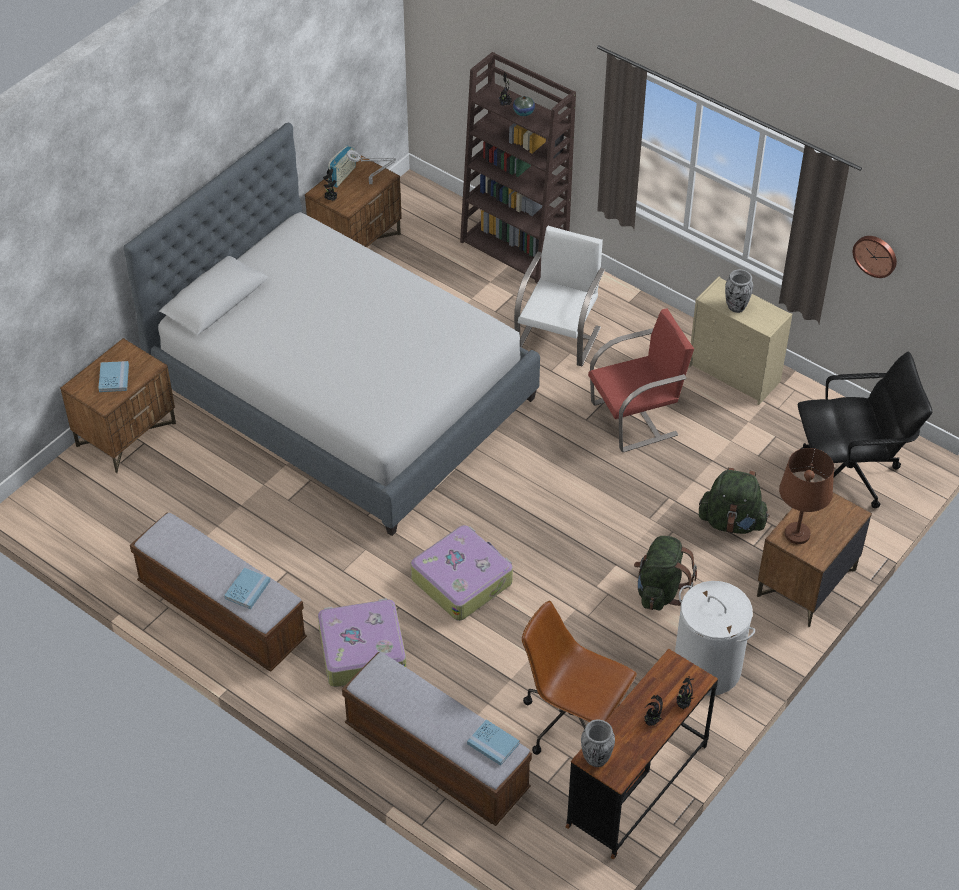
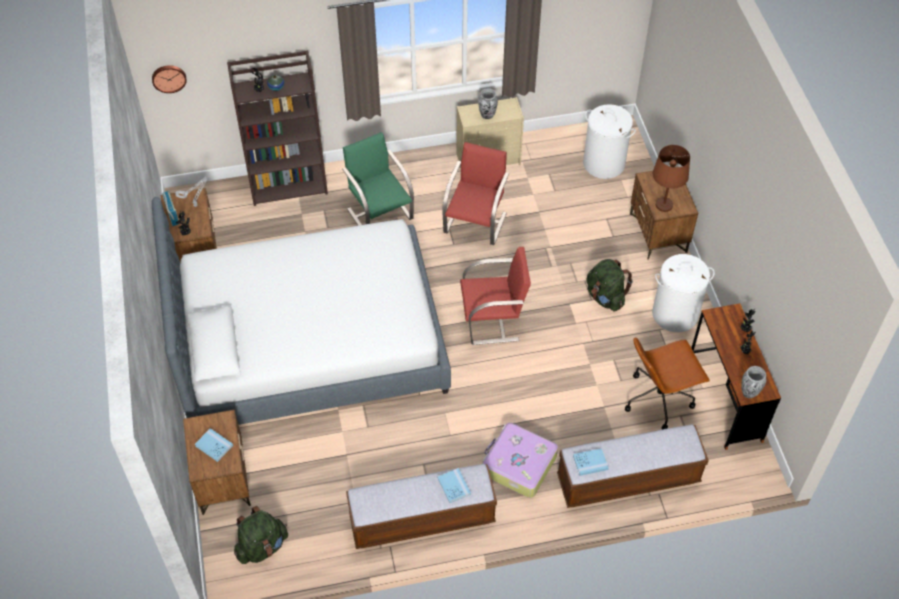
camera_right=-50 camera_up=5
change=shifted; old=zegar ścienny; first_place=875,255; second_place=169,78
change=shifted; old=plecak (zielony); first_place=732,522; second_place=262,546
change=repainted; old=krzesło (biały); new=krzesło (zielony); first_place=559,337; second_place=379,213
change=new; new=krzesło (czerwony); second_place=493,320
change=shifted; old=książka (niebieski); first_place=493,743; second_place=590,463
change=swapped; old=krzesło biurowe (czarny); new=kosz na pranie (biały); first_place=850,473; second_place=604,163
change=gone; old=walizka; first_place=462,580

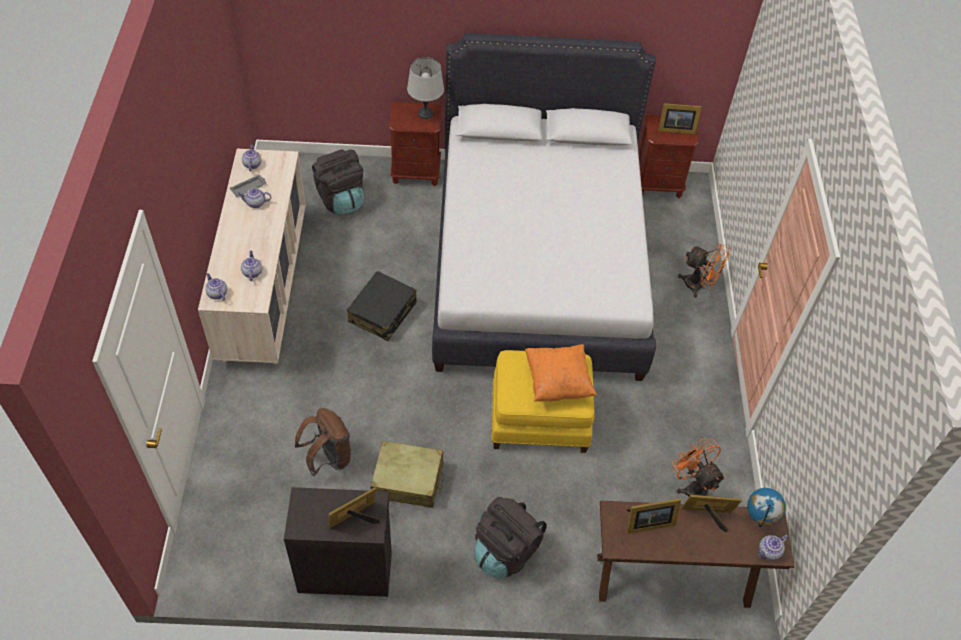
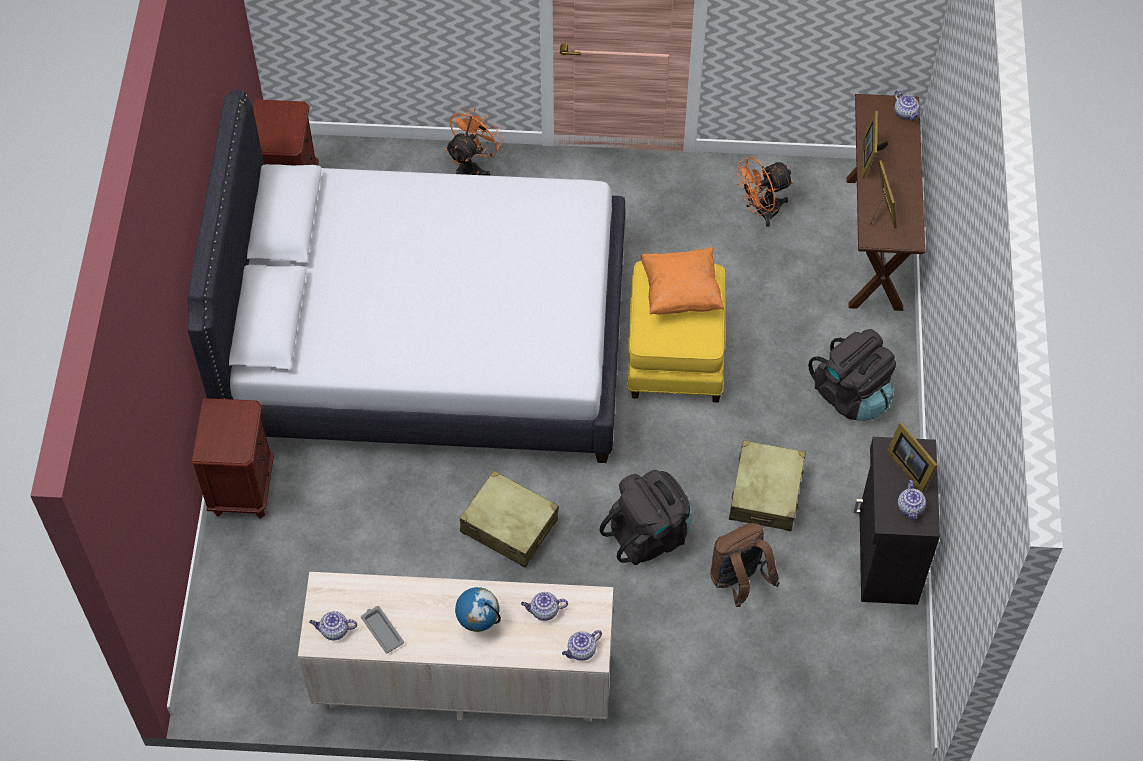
camera_right=-85 camera_up=5
change=shifted; old=globus; first_place=759,519; second_place=478,623
change=repainted; old=walizka (czarny); new=walizka (beżowy); first_place=383,312; second_place=509,526
change=shifted; old=plecak (czarny); first_place=341,199; second_place=649,534
change=shifted; old=imbryk; first_place=255,203; second_place=910,508
change=gone; old=lampa stołowa (szary); first_place=425,113
change=gone; old=ramka na zdjęcie; first_place=675,129

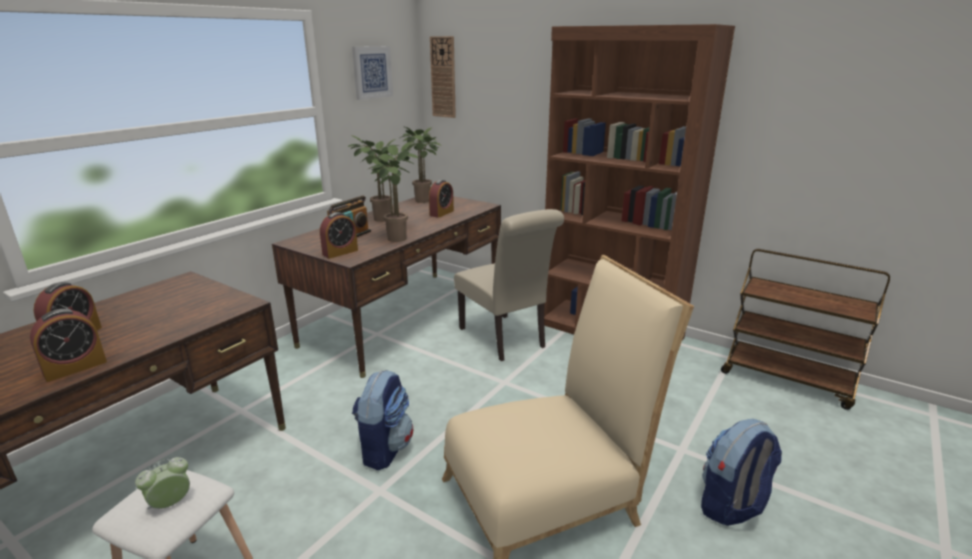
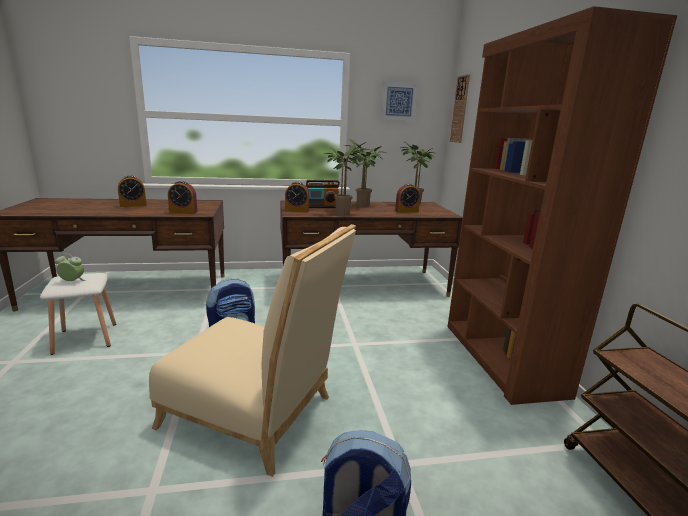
camera_right=45 camera_up=-5
change=shifted; old=budzik; first_place=75,367; second_place=183,212
change=gone; old=krzesło (beżowy); first_place=505,339

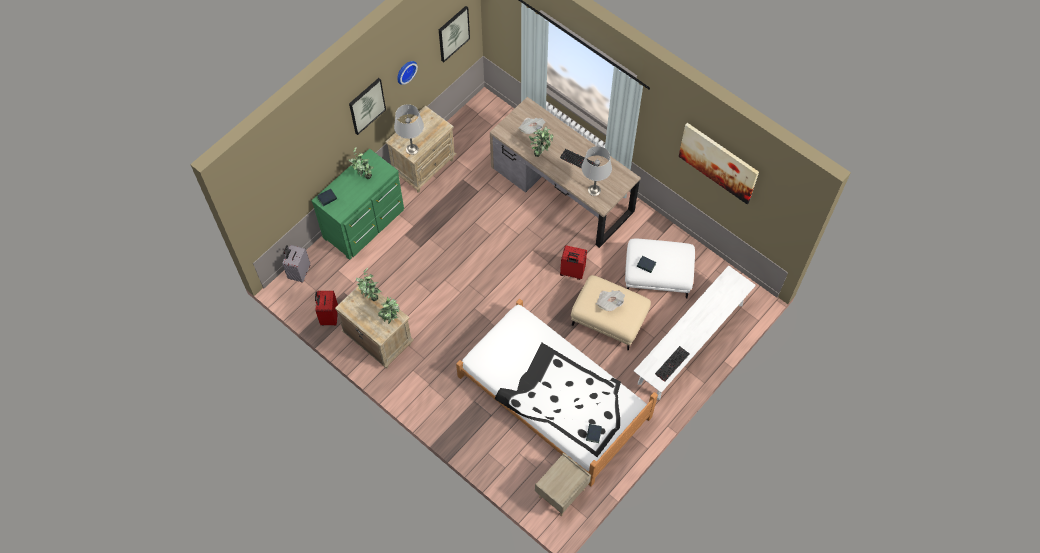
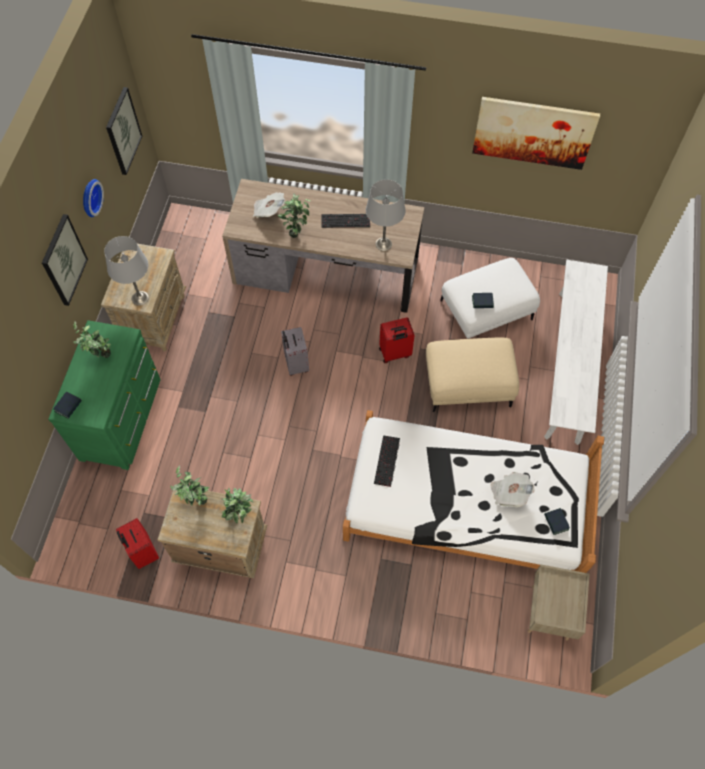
camera_right=-30 camera_up=0
change=shifted; old=walizka (szary); first_place=299,272; second_place=295,363
change=shifted; old=klawiatura; first_place=672,364; second_place=387,461
change=shifted; old=gazeta; first_place=609,302; second_place=509,493

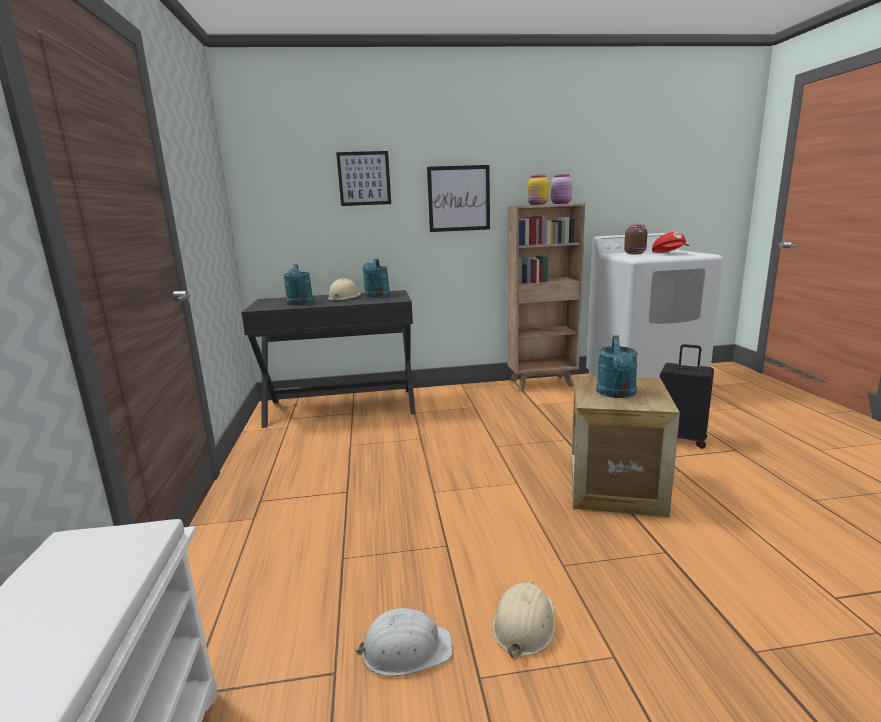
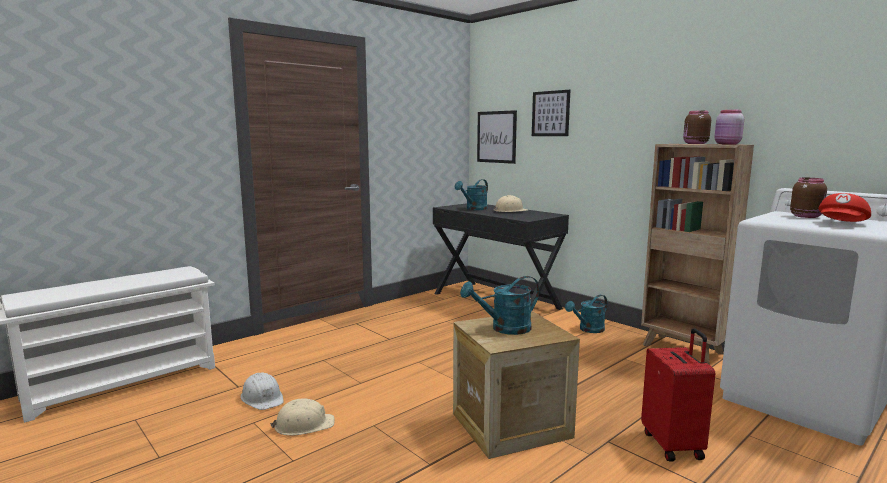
camera_right=55 camera_up=-5
change=shifted; old=obraz; first_place=459,198; second_place=496,137
change=shifted; old=konewka (turkusowy); first_place=376,296; second_place=588,329
change=repainted; old=walizka (czarny); new=walizka (czerwony); first_place=681,438; second_place=673,445
change=repainted; old=słoik (żółty); new=słoik (brązowy); first_place=537,204; second_place=695,143

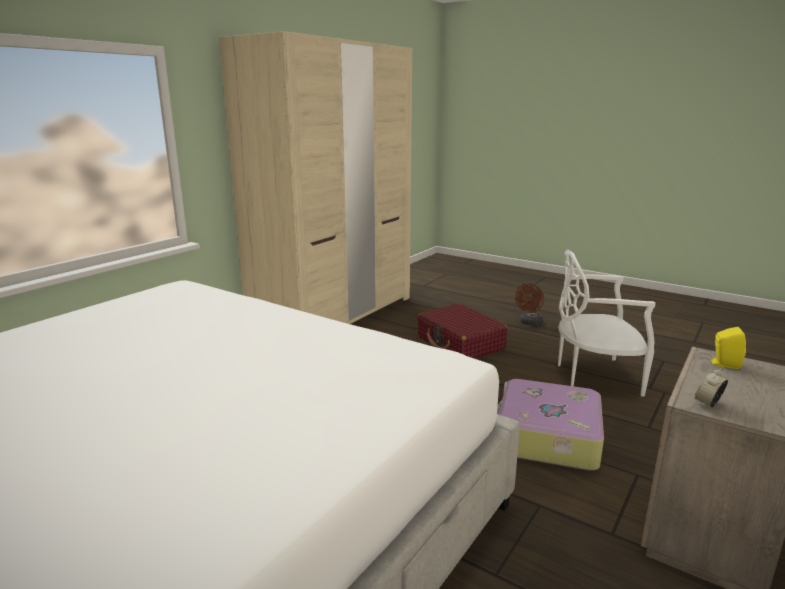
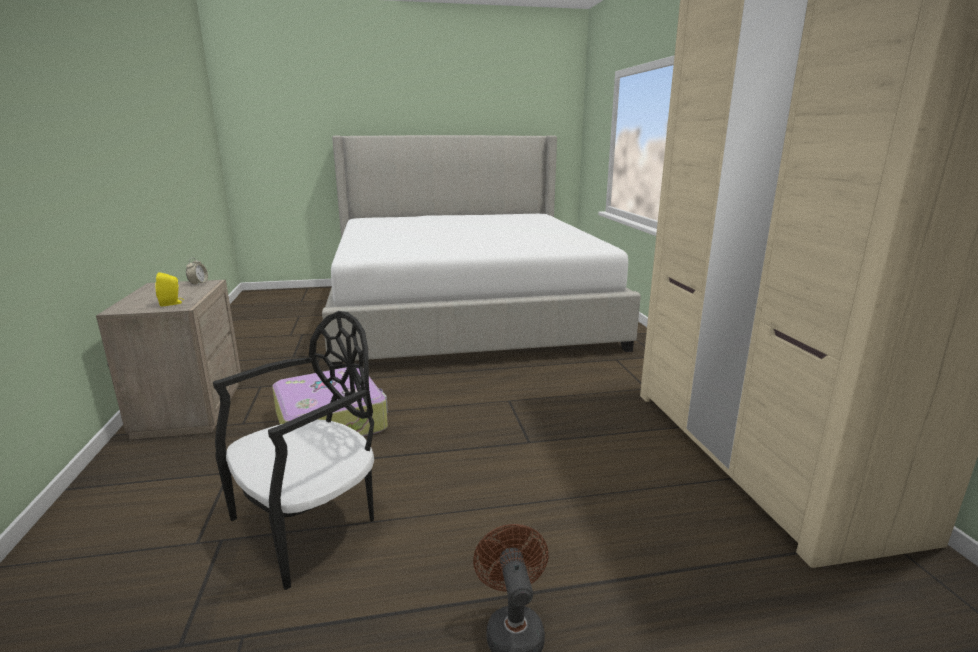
camera_right=135 camera_up=0
change=repainted; old=krzesło (biały); new=krzesło (czarny); first_place=594,376; second_place=310,524
change=gone; old=walizka (czerwony); first_place=460,343

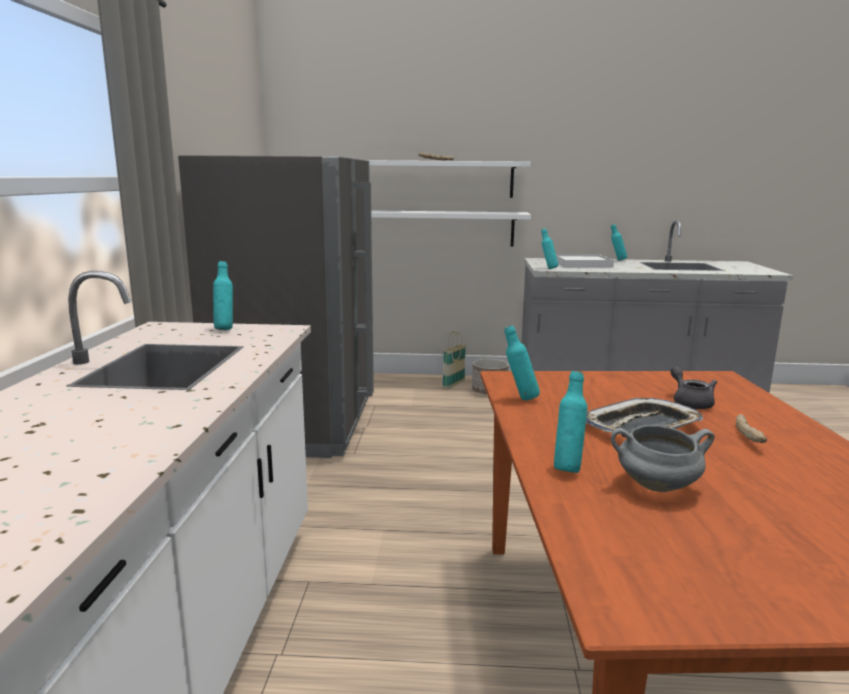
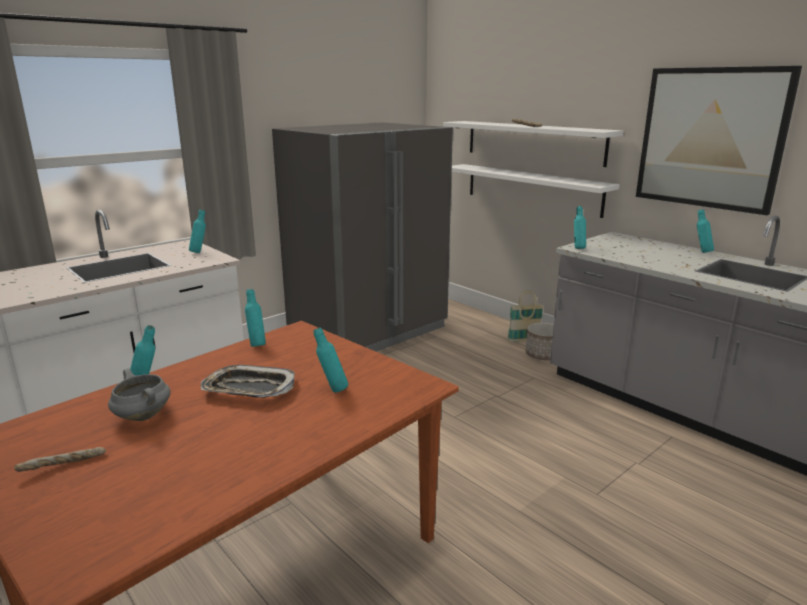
camera_right=45 camera_up=5
change=shifted; old=chleb; first_place=749,436; second_place=63,466
change=swapped; old=imbryk (szary); new=butelka (turkusowy); first_place=690,402; second_place=332,390
change=new; new=obraz; second_place=710,138
change=gone; old=taca (biały); first_place=581,264

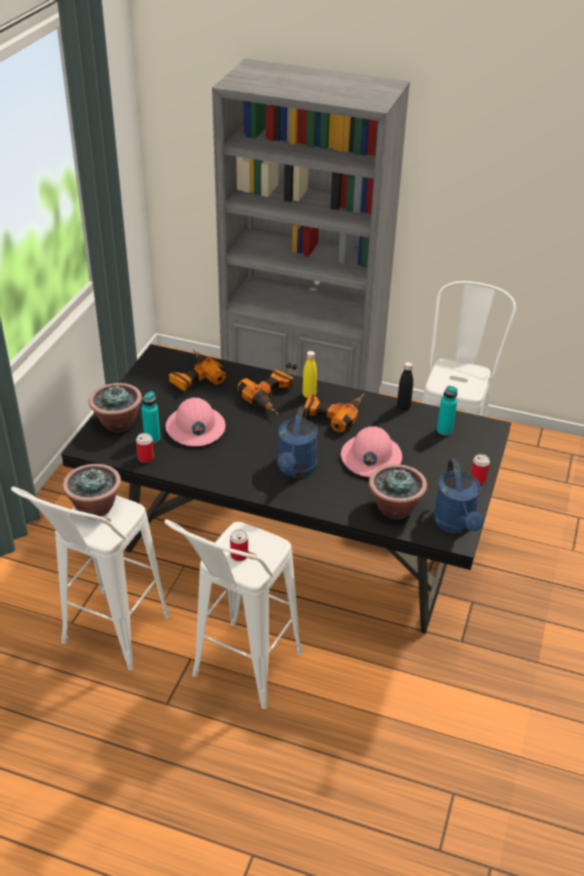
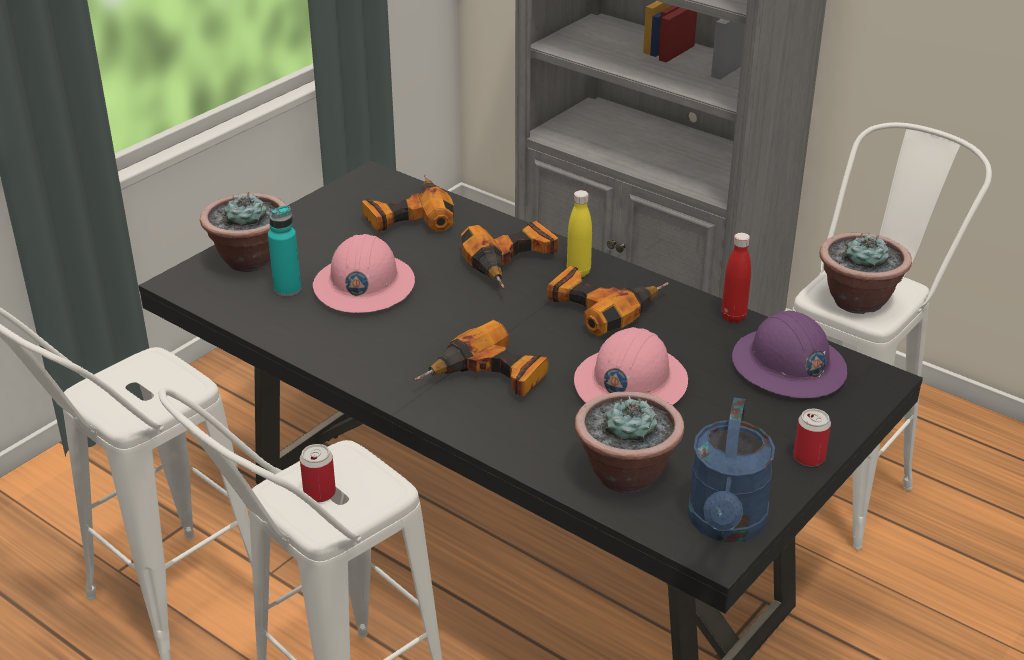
camera_right=20 camera_up=-5
change=swapped; old=konewka (niebieski); new=wiertarka; first_place=296,469; second_place=488,378
change=repainted; old=butelka (czarny); new=butelka (czerwony); first_place=403,406; second_place=733,317
change=swapped; old=butelka (turkusowy); new=kask (fioletowy); first_place=444,430; second_place=788,367
change=shifted; old=roślina doniczkowa; first_place=95,507; second_place=857,301
change=gone; old=puszka; first_place=146,458

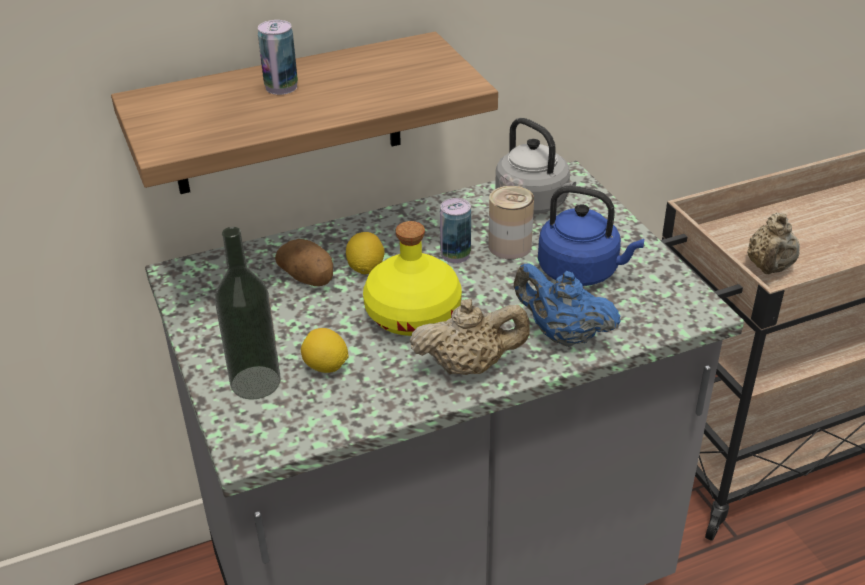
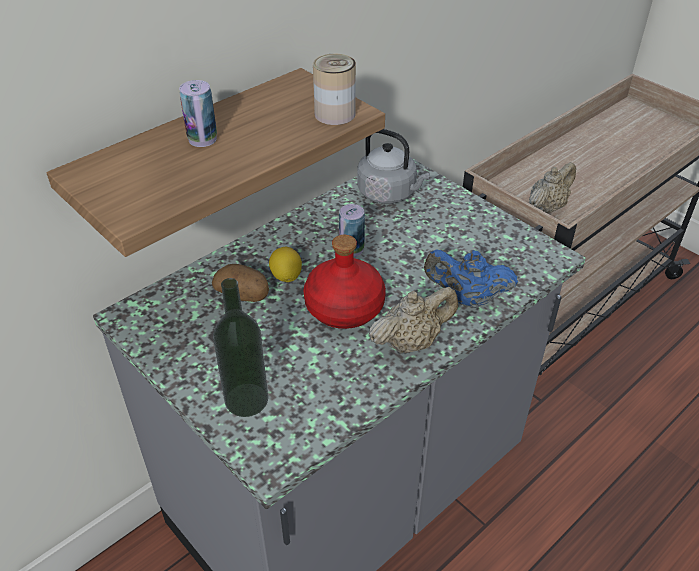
camera_right=-20 camera_up=5
change=repainted; old=butelka (żółty); new=butelka (czerwony); first_place=414,314; second_place=345,308
change=shifted; old=puszka; first_place=509,246; second_place=335,114
change=rotated; old=imbryk (beżowy); first_place=769,268; second_place=547,207; degrees=-135
change=gone; old=cytryna; first_place=325,367
change=gone; old=czajnik (niebieski); first_place=582,272

